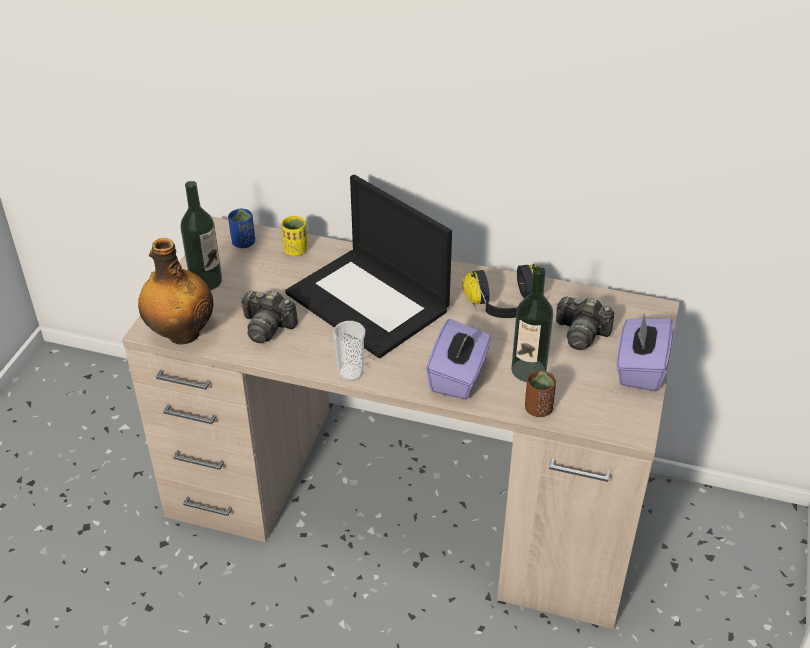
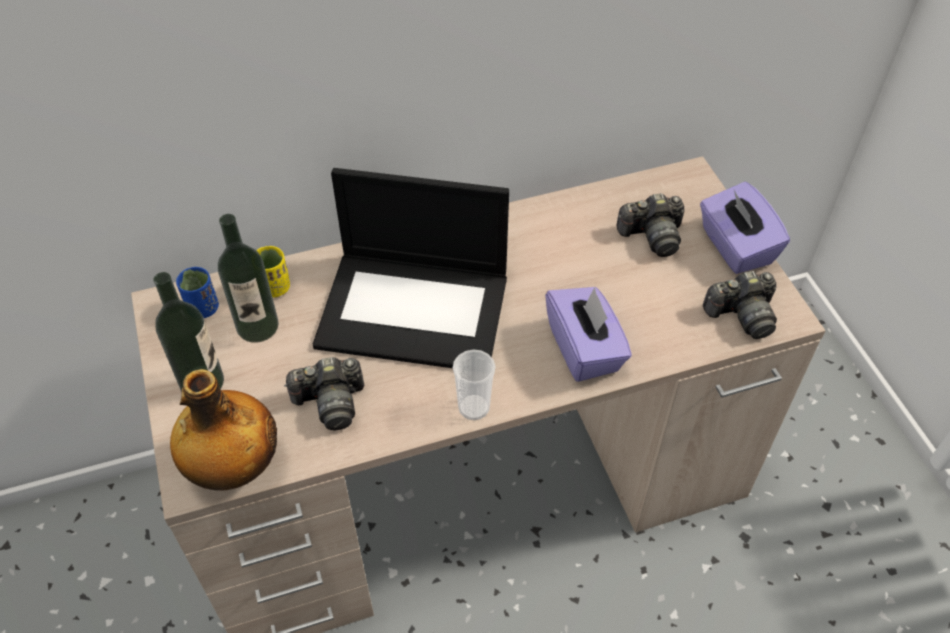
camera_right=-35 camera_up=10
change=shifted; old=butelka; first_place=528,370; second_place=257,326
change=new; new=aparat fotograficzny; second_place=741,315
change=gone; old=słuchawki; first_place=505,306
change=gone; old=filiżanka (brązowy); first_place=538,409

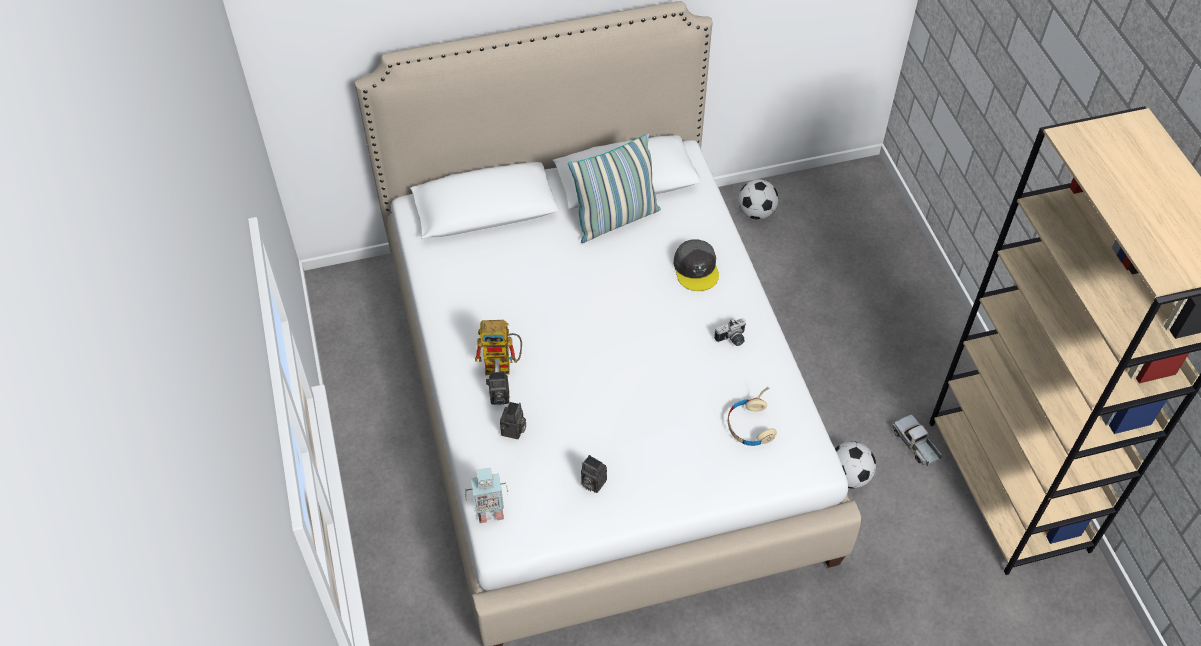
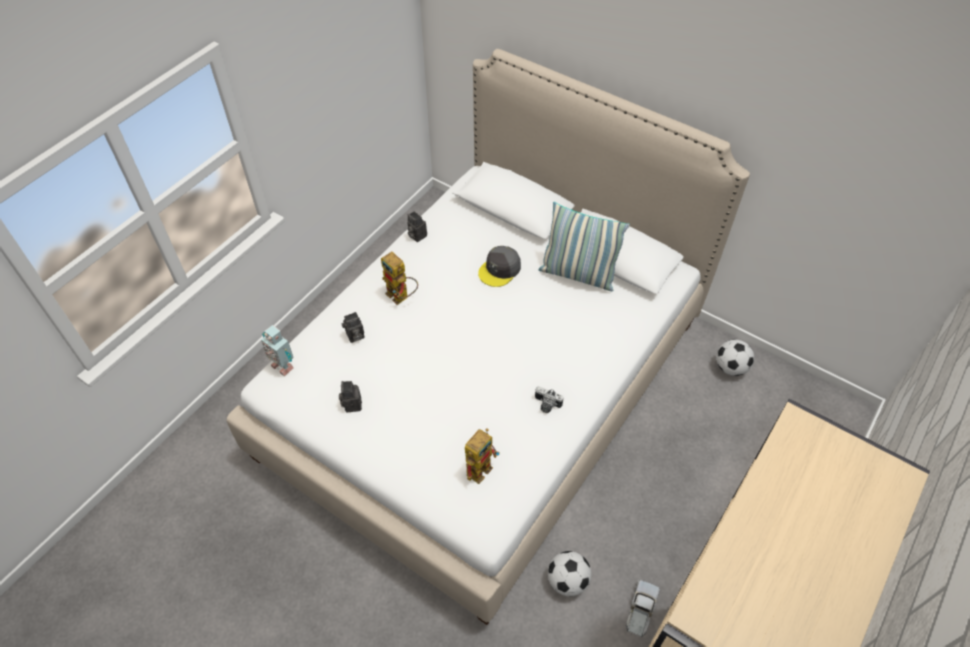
camera_right=50 camera_up=0
change=shifted; old=aparat fotograficzny; first_place=498,398; second_place=416,235
change=swapped; old=słuchawki (beżowy); new=robot zabawkowy; first_place=750,426; second_place=481,465
change=shifted; old=czapka z daszkiem (szary); first_place=696,269; second_place=500,270

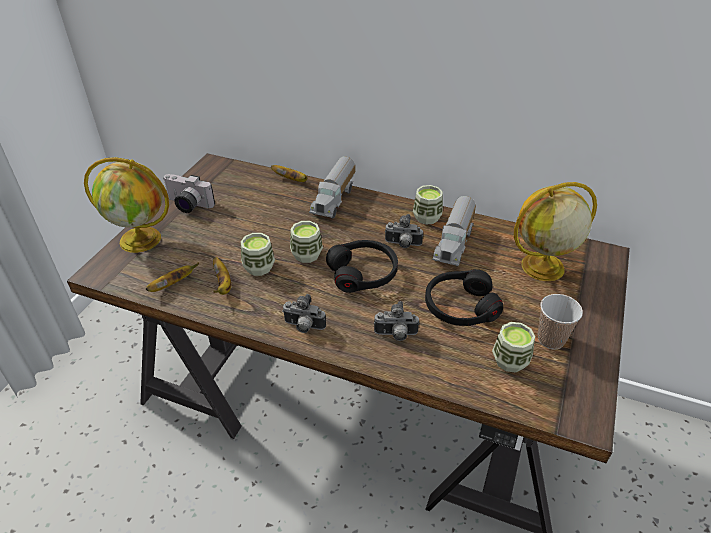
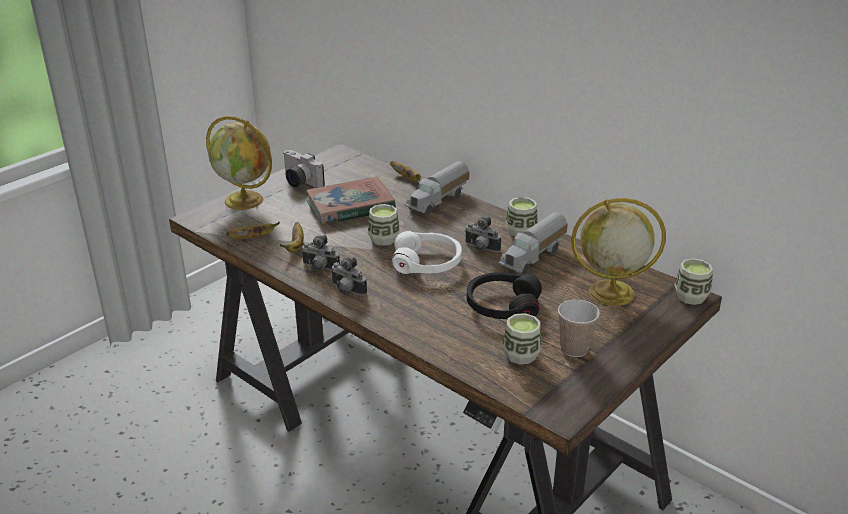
camera_right=20 camera_up=-10
change=shifted; old=aparat fotograficzny; first_place=396,335; second_place=319,268
change=new; new=książka; second_place=350,206
change=repainted; old=słuchawki (czarny); new=słuchawki (biały); first_place=363,273; second_place=427,263
change=shifted; old=filiżanka; first_place=259,267; second_place=691,297

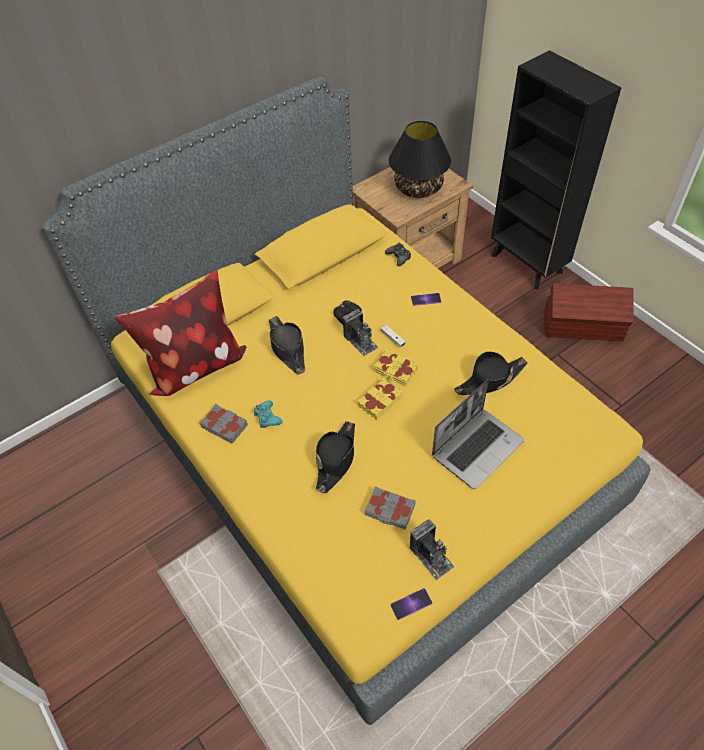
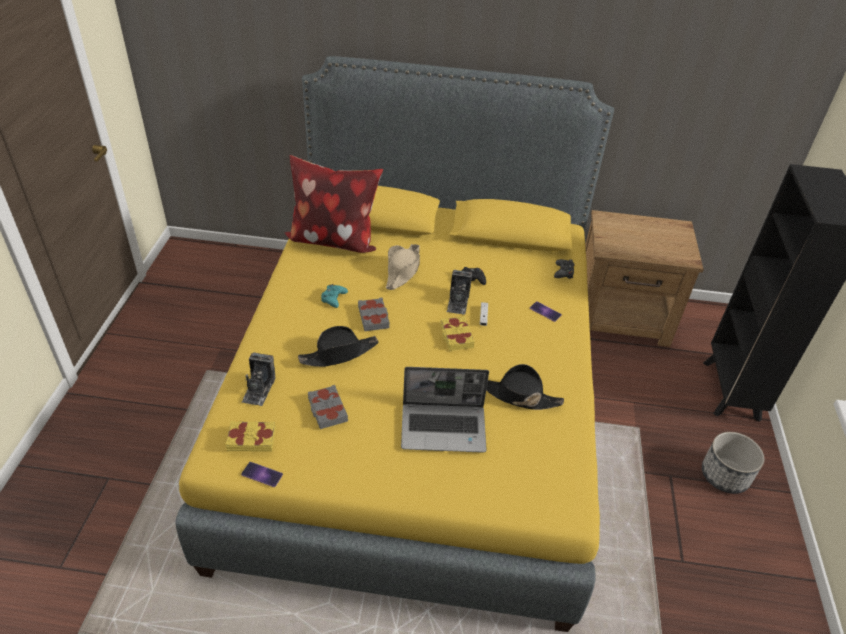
camera_right=40 camera_up=-10
change=shifted; old=książka (żółty); first_place=379,401; second_place=251,439
change=shifted; old=aparat fotograficzny; first_place=431,556; second_place=259,389
change=shifted; old=książka (szary); first_place=224,425; second_place=374,317
change=repainted; old=kapelusz (czarny); new=kapelusz (beżowy); first_place=287,348; second_place=402,271
change=swapped; old=pojemnik do przechowywania (brązowy); new=donica; first_place=583,327; second_place=725,475
change=gone; old=lampa stołowa (czarny); first_place=418,188

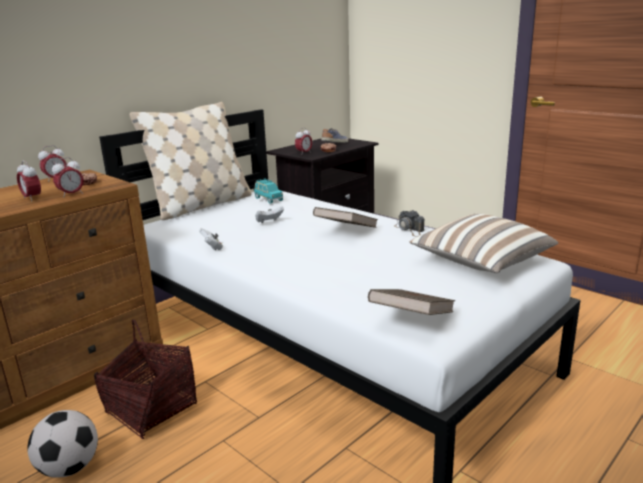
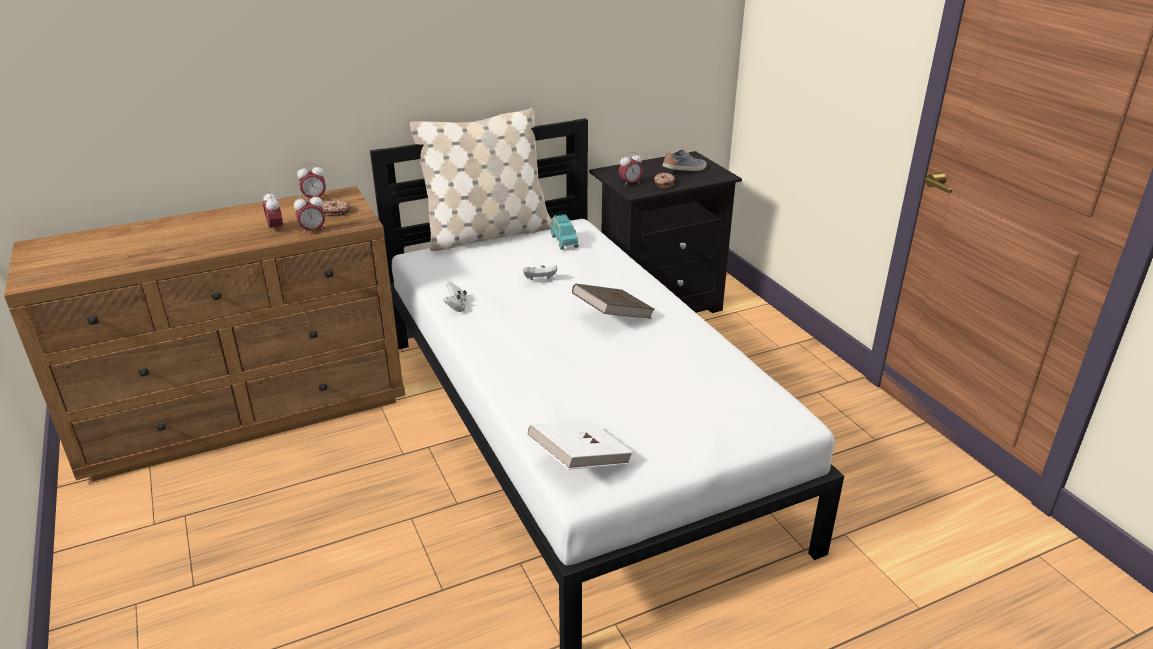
camera_right=20 camera_up=10
change=repainted; old=książka (brązowy); new=książka (biały); first_place=412,320; second_place=579,462
change=gone; old=piłka futbolowa; first_place=69,468
change=gone; old=koszyk; first_place=151,409
change=gone; old=aparat fotograficzny; first_place=409,229
change=gone; old=poduszka; first_place=480,262

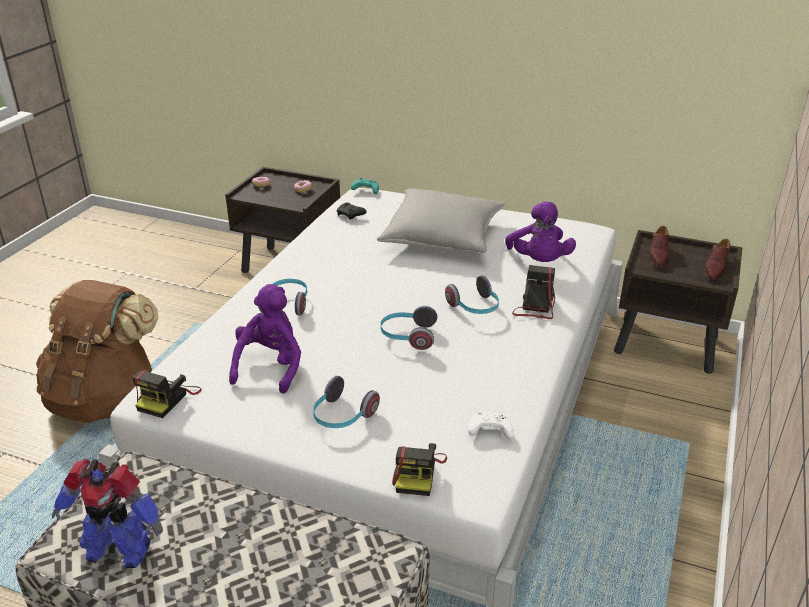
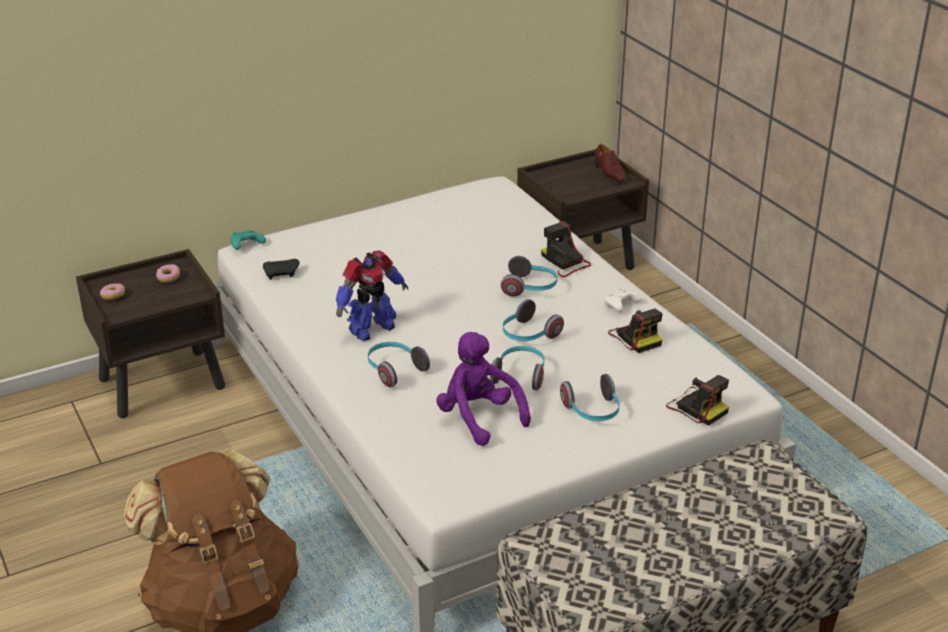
camera_right=-50 camera_up=0
change=shifted; old=robot zabawkowy; first_place=118,549; second_place=370,328
change=new; new=słuchawki; second_place=520,375
change=shifted; old=pad do gier (biały); first_place=489,431; second_place=620,306
change=shifted; old=aparat fotograficzny; first_place=168,398; second_place=635,337
change=gone; old=poduszka (szary); first_place=442,237
change=gone; old=pluszak (fioletowy); first_place=538,262
change=gone; old=but (brązowy); first_place=658,255

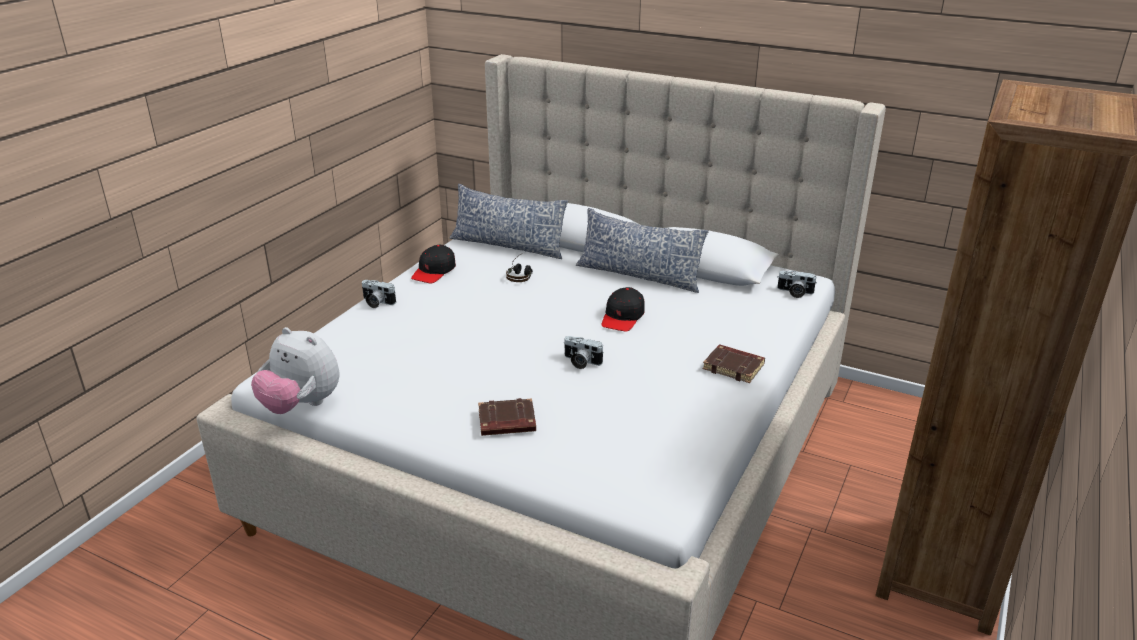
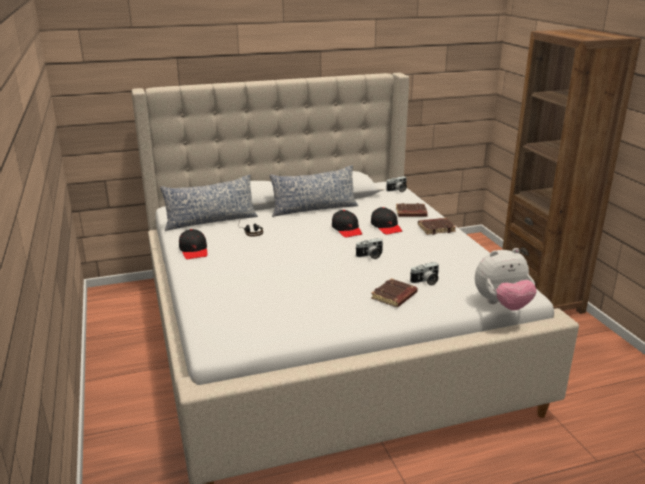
camera_right=-45 camera_up=-5
change=new; new=czapka z daszkiem (czarny); second_place=386,226
change=new; new=książka (brązowy); second_place=411,213
change=shifted; old=aparat fotograficzny; first_place=376,302; second_place=425,281
change=shifted; old=pluszak; first_place=301,405; second_place=502,305

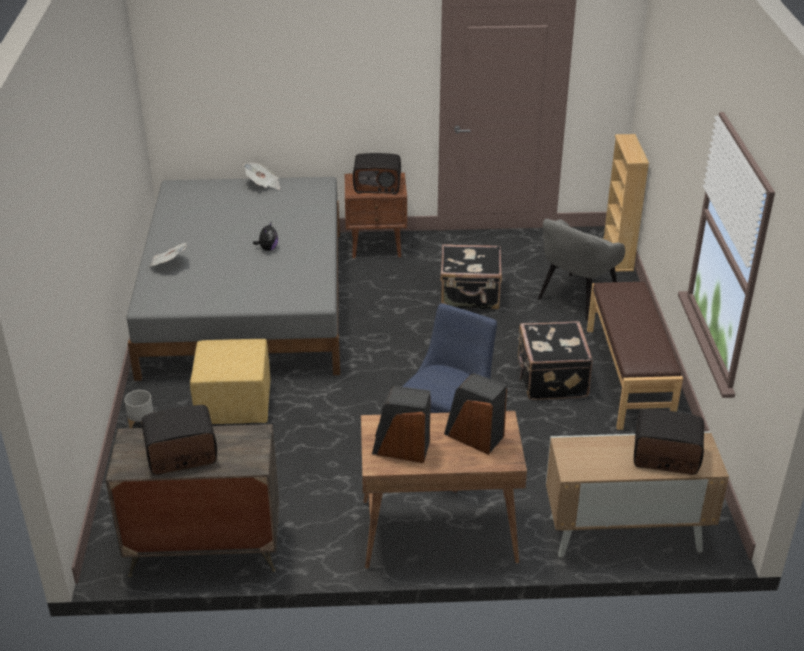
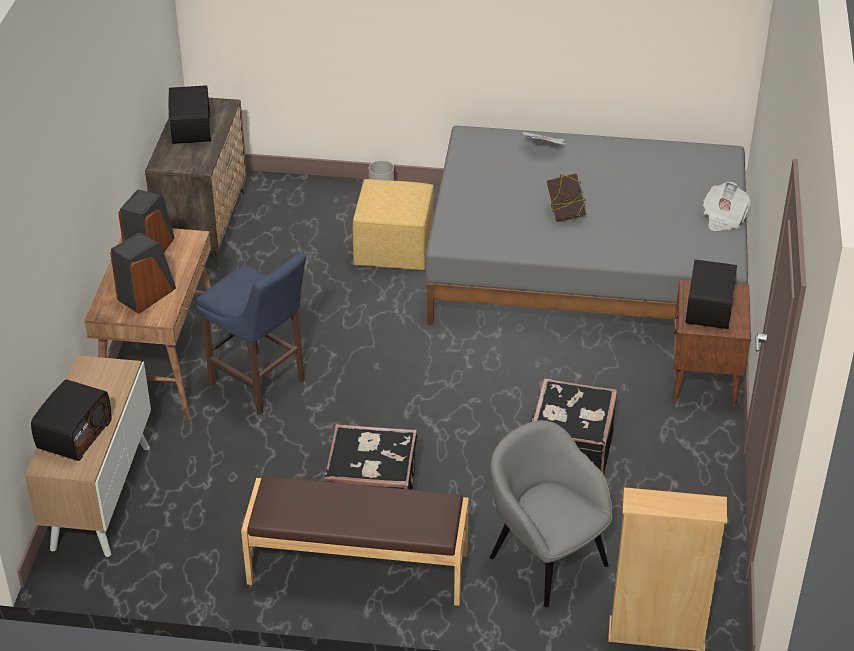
camera_right=100 camera_up=5
change=swapped; old=pluszak; new=książka; first_place=268,249; second_place=565,214

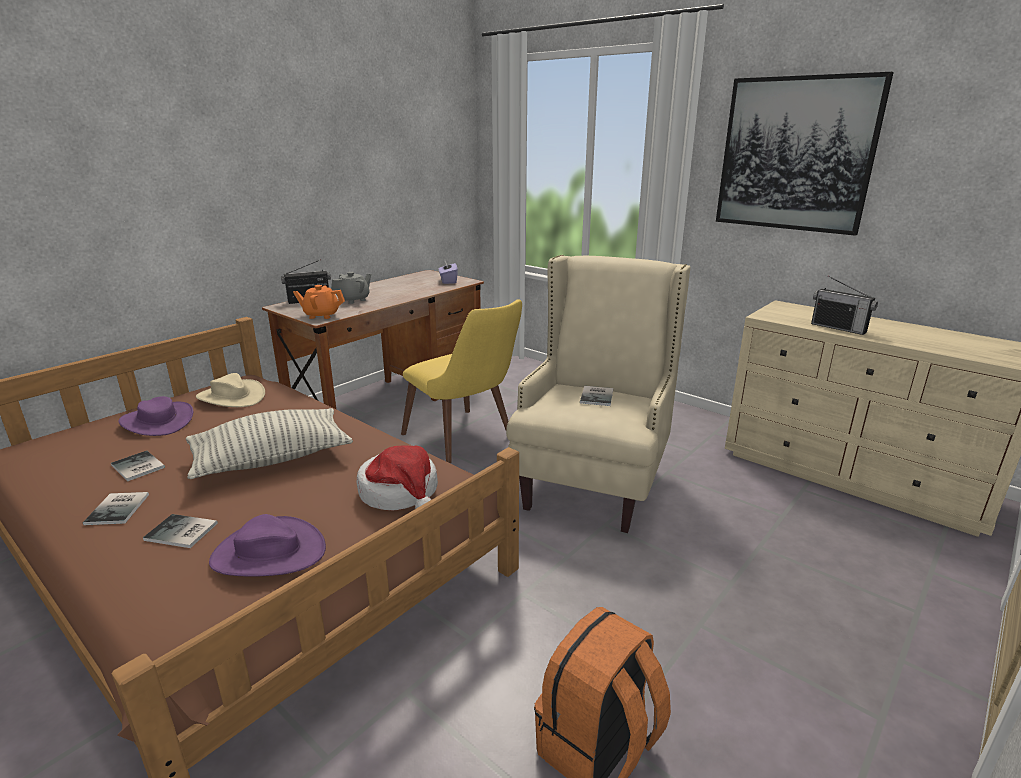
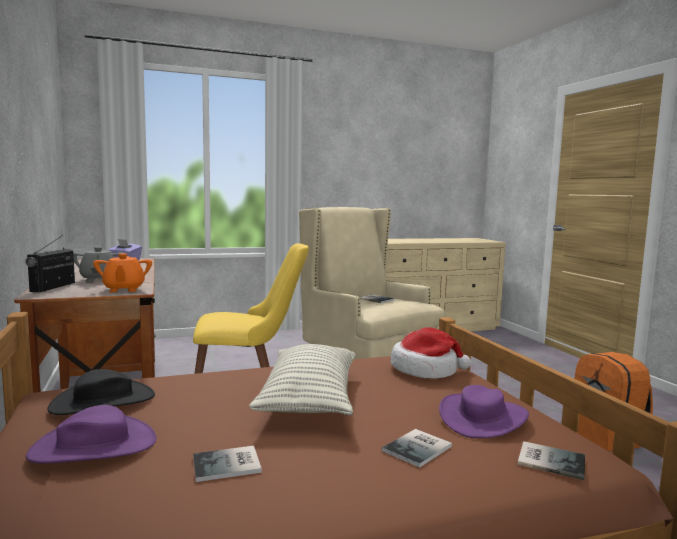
camera_right=-60 camera_up=-15
change=repainted; old=kapelusz (beżowy); new=kapelusz (czarny); first_place=231,397; second_place=103,401
change=rotated; old=imbryk (pomarańczowy); first_place=321,315; second_place=123,289; degrees=-45
change=shifted; old=książka; first_place=120,508; second_place=549,460
change=gone; old=obraz; first_place=795,155
change=gone; old=radio; first_place=838,328

